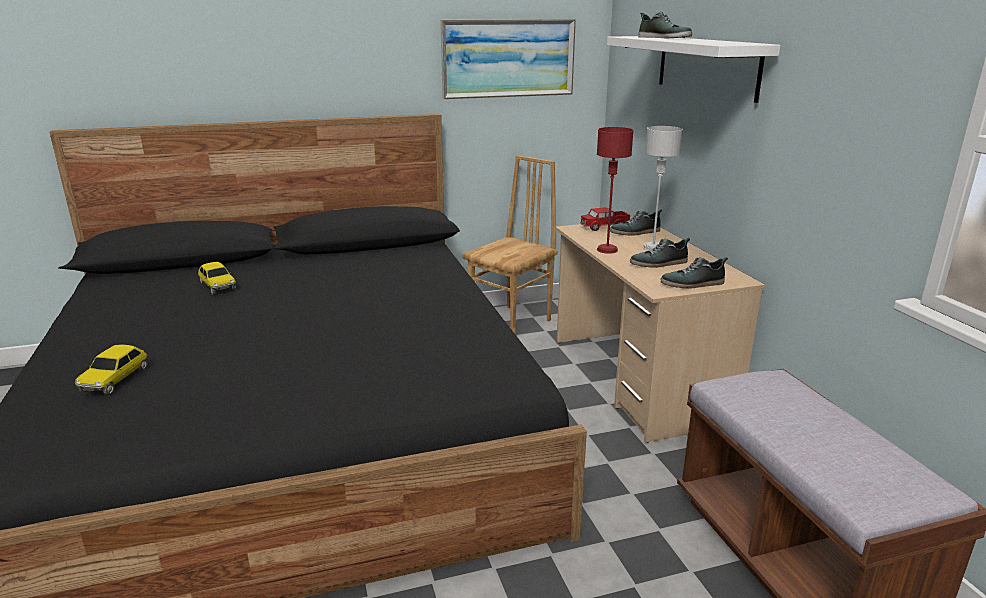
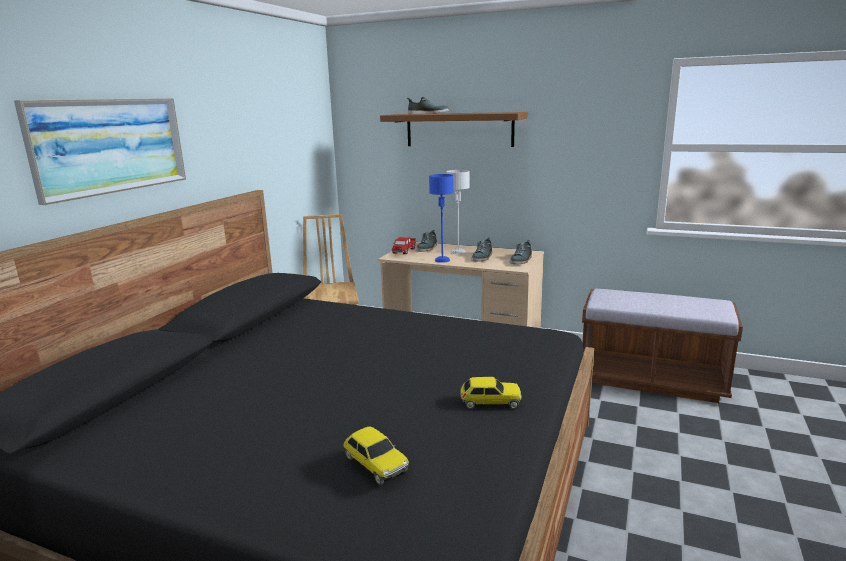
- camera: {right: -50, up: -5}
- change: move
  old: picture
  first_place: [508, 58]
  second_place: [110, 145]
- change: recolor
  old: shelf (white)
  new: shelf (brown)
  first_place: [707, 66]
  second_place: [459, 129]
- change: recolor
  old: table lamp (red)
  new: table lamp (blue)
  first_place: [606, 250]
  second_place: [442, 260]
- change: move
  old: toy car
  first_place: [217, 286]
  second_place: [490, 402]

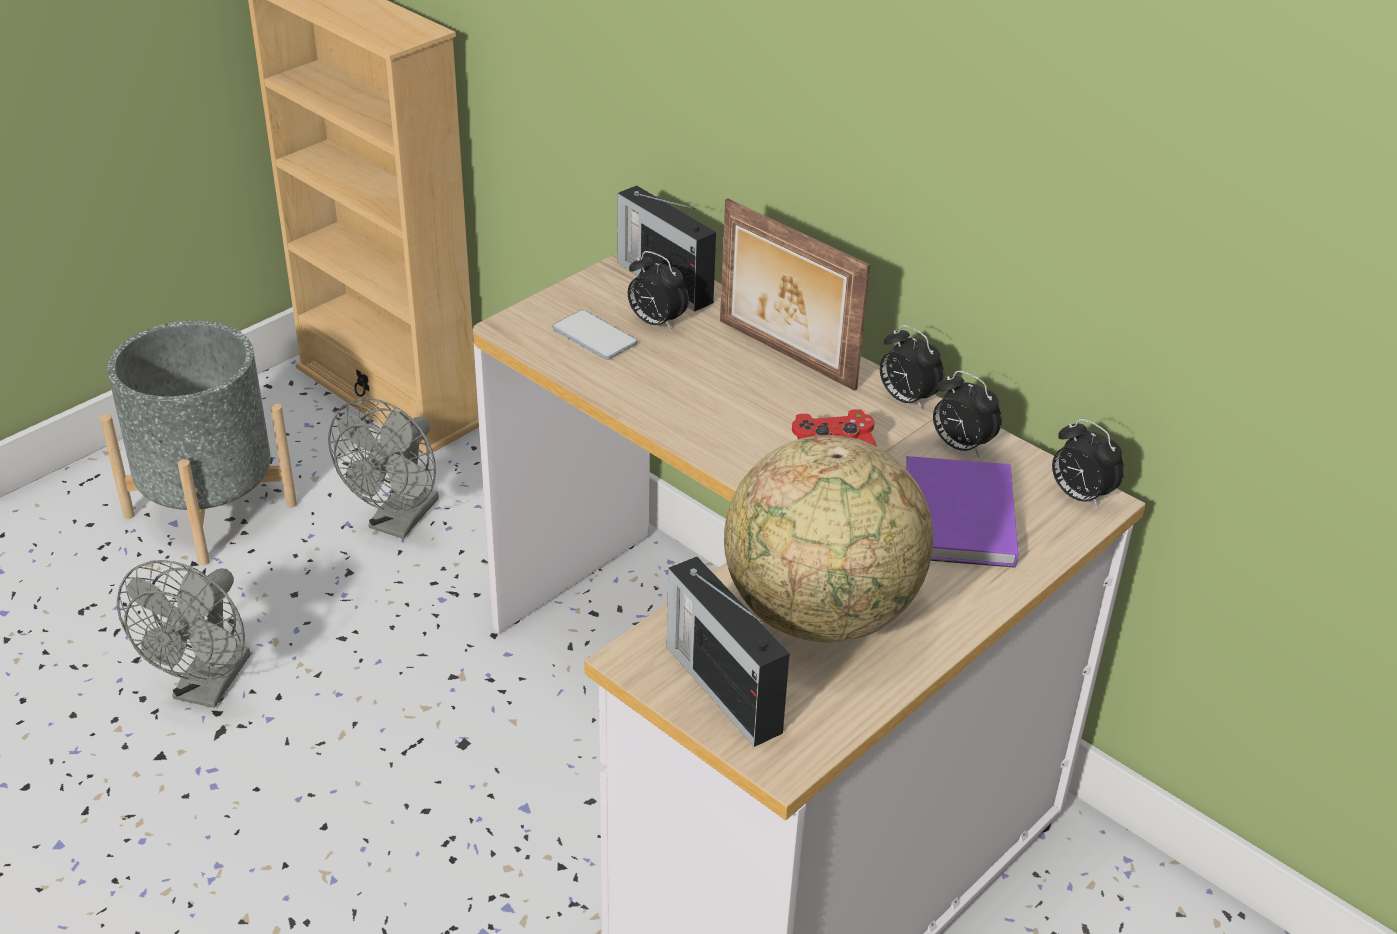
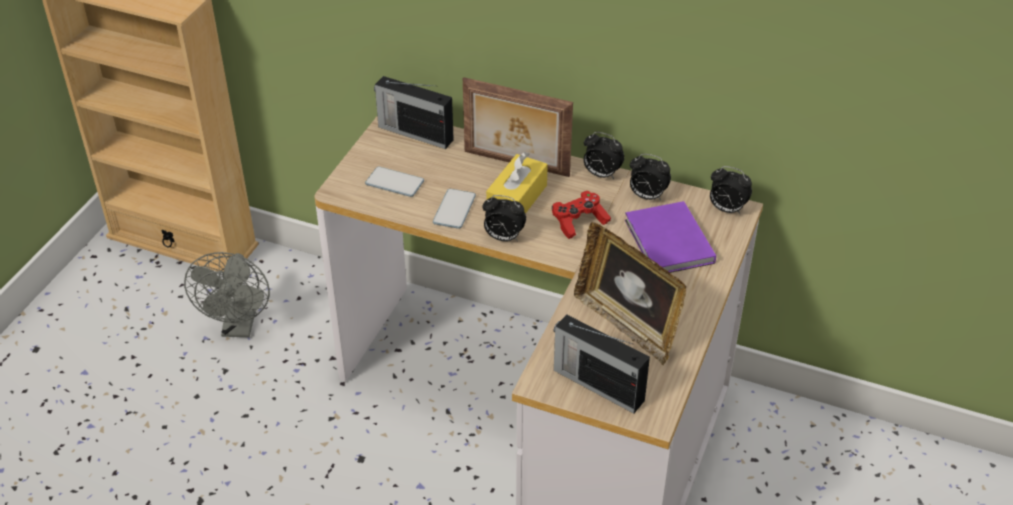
- camera: {right: -20, up: 5}
- change: insert
  new: phone
  second_place: [454, 209]
- change: move
  old: alarm clock
  first_place: [655, 322]
  second_place: [503, 237]
- change: insert
  new: tissue box (yellow)
  second_place: [517, 199]
- change: replace
  old: globe
  new: picture frame
  first_place: [821, 615]
  second_place: [627, 324]
- change: delete
  old: planter (grey)
  first_place: [210, 510]
- change: delete
  old: fan (grey)
  first_place: [207, 688]

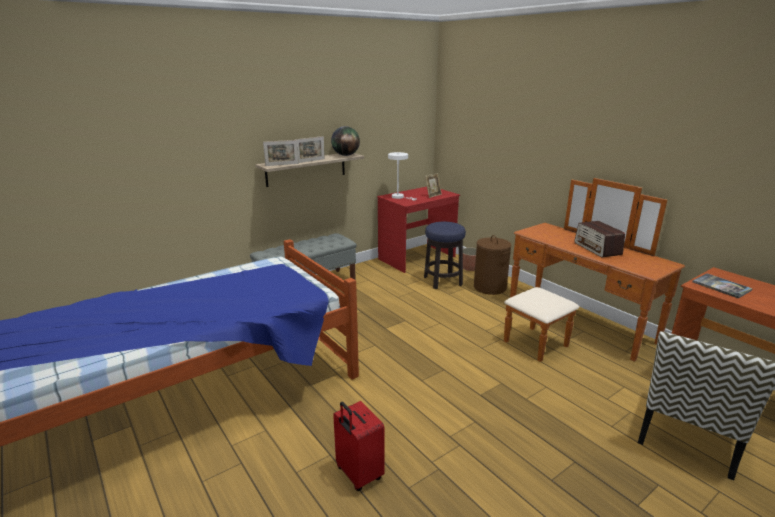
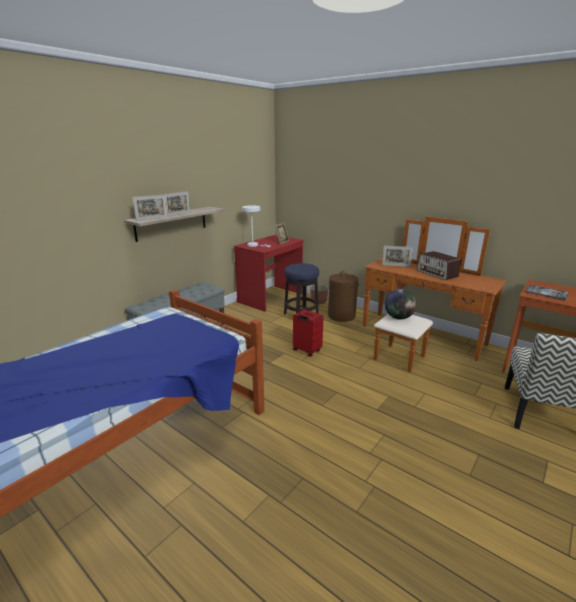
- camera: {right: -15, up: 0}
- change: move
  old: suitcase (red)
  first_place: [358, 474]
  second_place: [306, 351]
- change: insert
  new: picture frame
  second_place: [396, 266]
- change: move
  old: globe
  first_place: [346, 155]
  second_place: [398, 318]

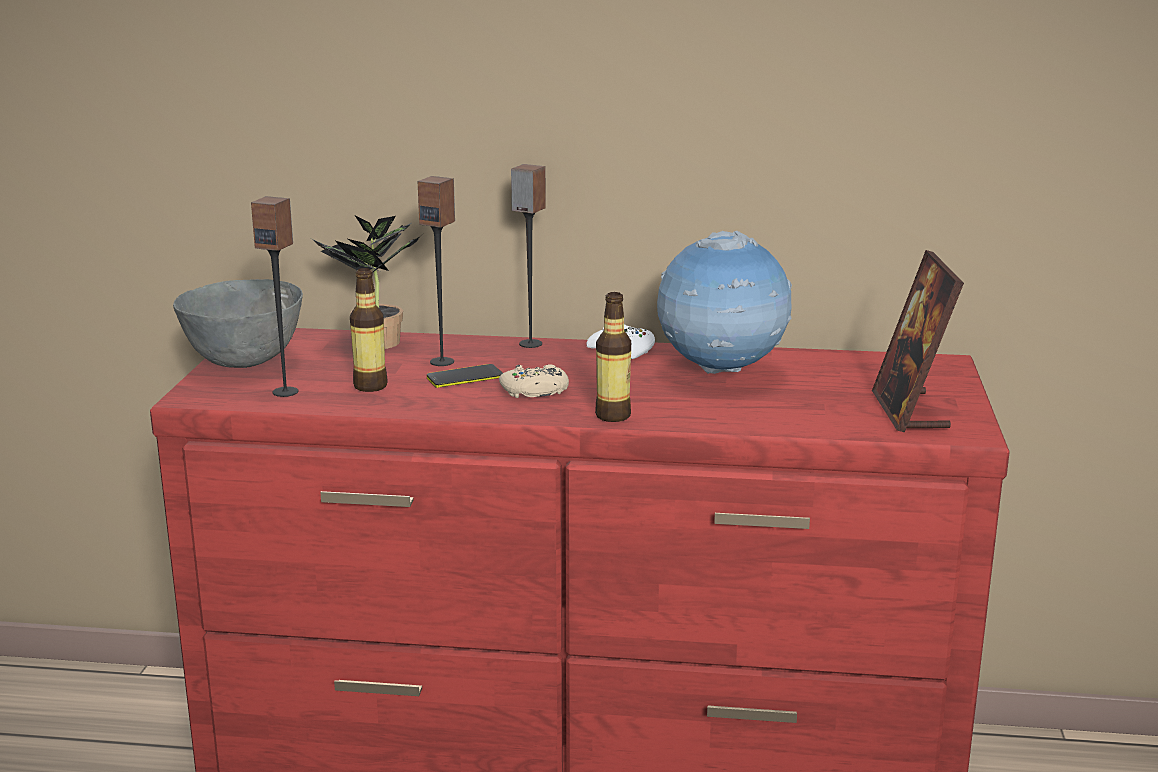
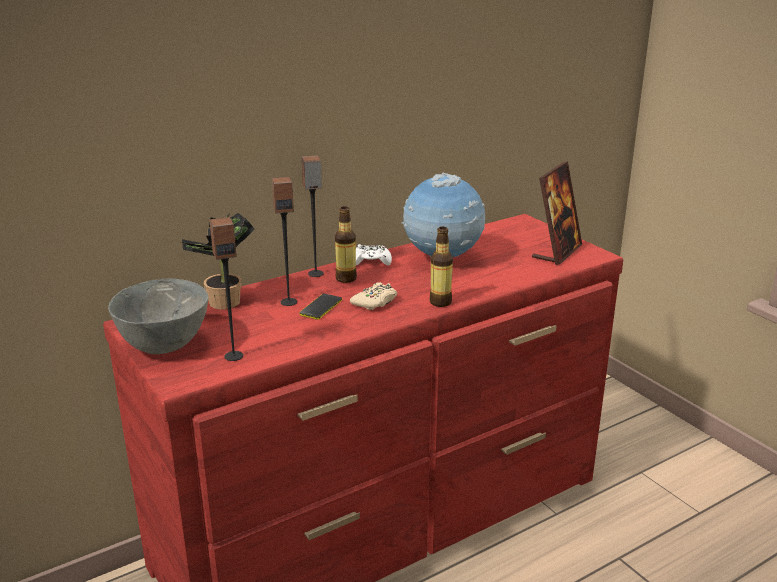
- camera: {right: -40, up: 5}
- change: move
  old: bottle
  first_place: [370, 386]
  second_place: [346, 278]
- change: rotate
  old: picture frame
  first_place: [910, 411]
  second_place: [557, 252]
  degrees: -105

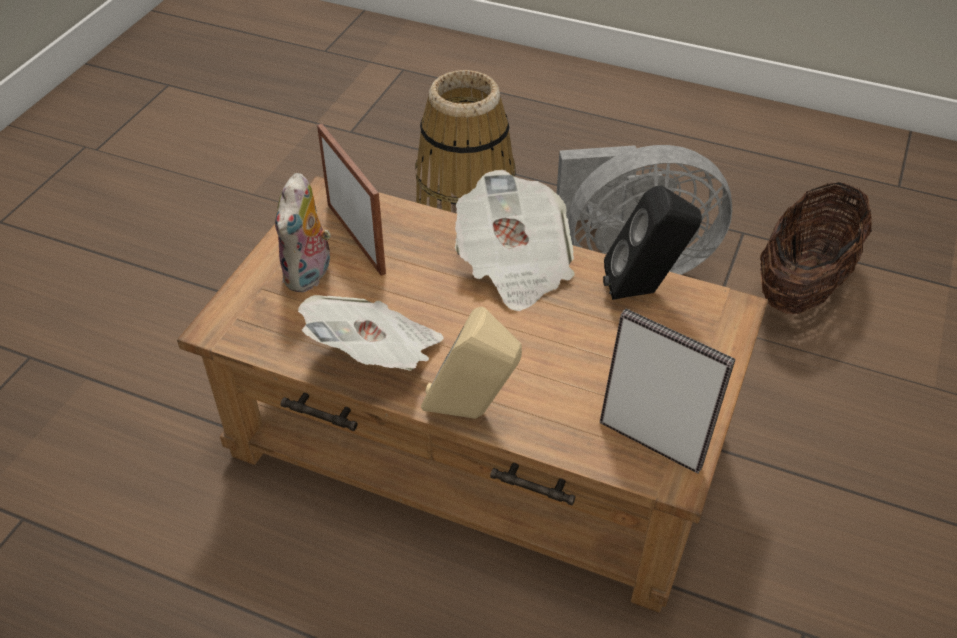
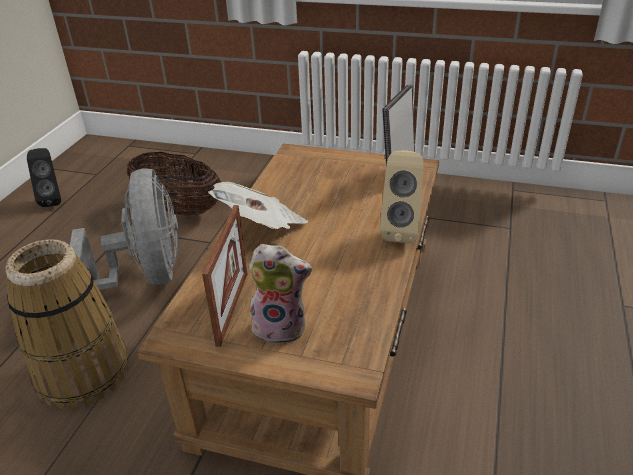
- camera: {right: -95, up: -10}
- change: move
  old: speaker (black)
  first_place: [644, 291]
  second_place: [54, 199]
- change: rotate
  old: picture frame
  first_place: [355, 238]
  second_place: [232, 307]
  degrees: 135
- change: delete
  old: newspaper
  first_place: [376, 355]

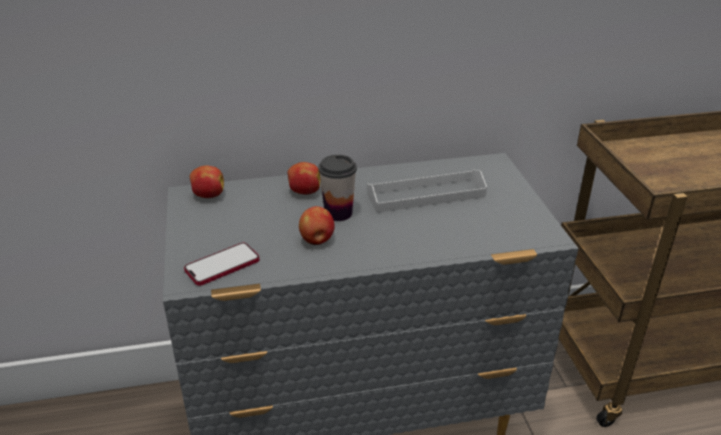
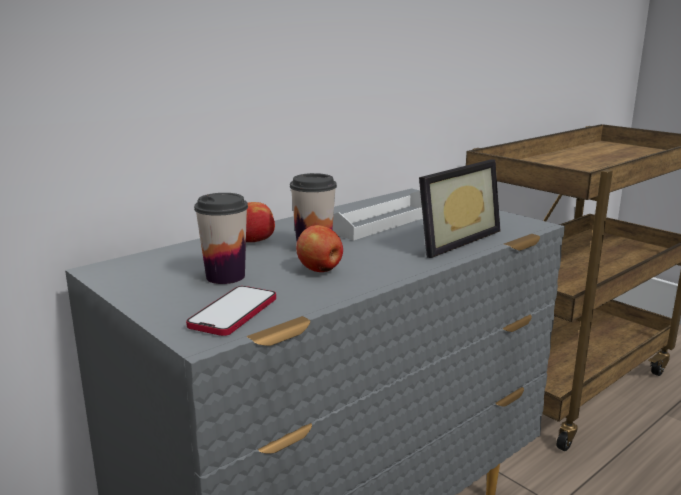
- camera: {right: -30, up: -15}
- change: insert
  new: cup
  second_place: [225, 276]
- change: insert
  new: picture frame
  second_place: [450, 239]
- change: delete
  old: apple
  first_place: [208, 195]

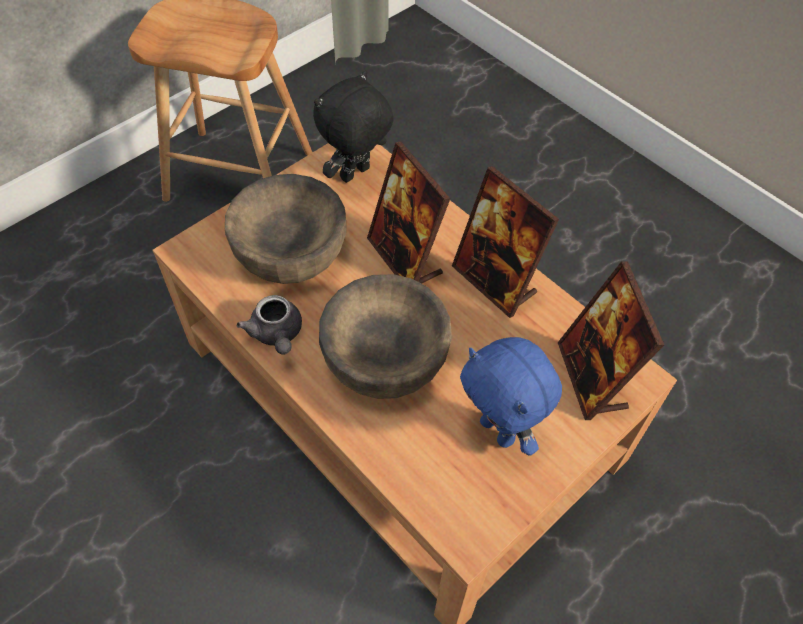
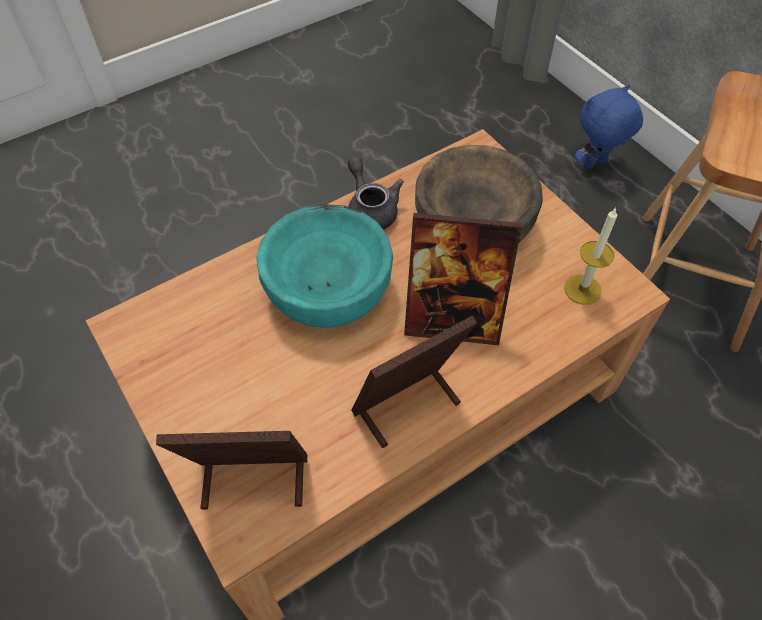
- camera: {right: 100, up: 0}
- change: recolor
  old: bowl (brown)
  new: bowl (turquoise)
  first_place: [385, 356]
  second_place: [327, 288]
- change: rotate
  old: teapot (grey)
  first_place: [277, 334]
  second_place: [371, 209]
  degrees: 75
- change: rotate
  old: picture frame
  first_place: [405, 258]
  second_place: [452, 321]
  degrees: -150
- change: replace
  old: plush toy (black)
  new: candle
  first_place: [356, 175]
  second_place: [582, 289]
- change: move
  old: plush toy (blue)
  first_place: [499, 430]
  second_place: [595, 164]

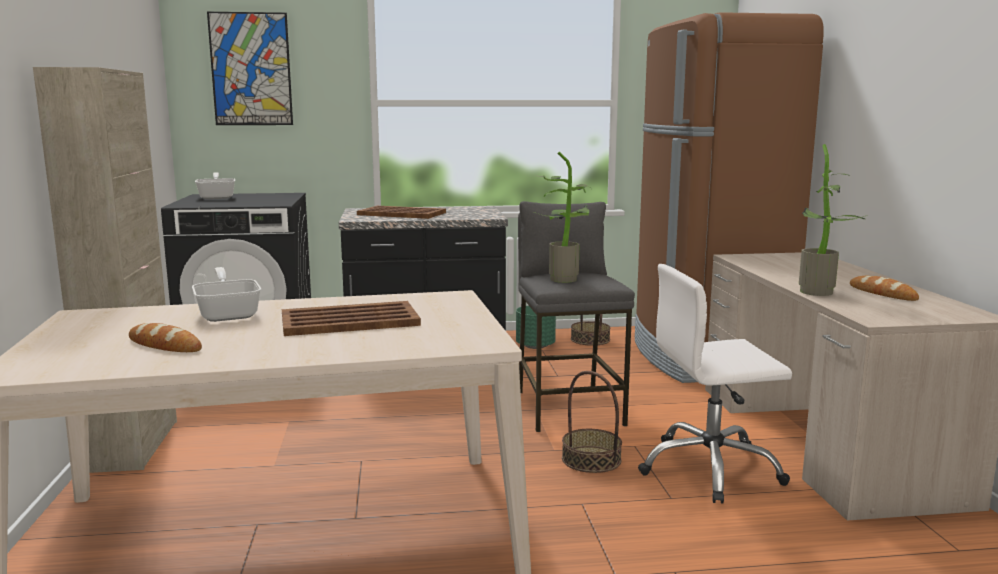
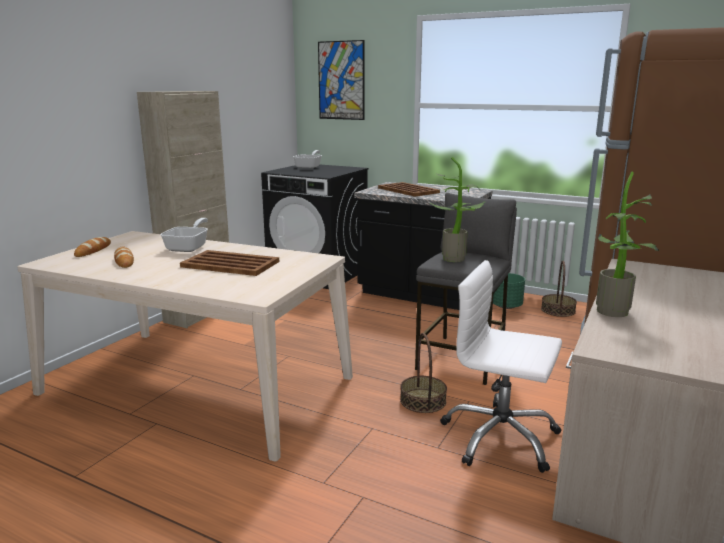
- camera: {right: 35, up: 5}
- change: move
  old: bread
  first_place: [882, 293]
  second_place: [93, 250]

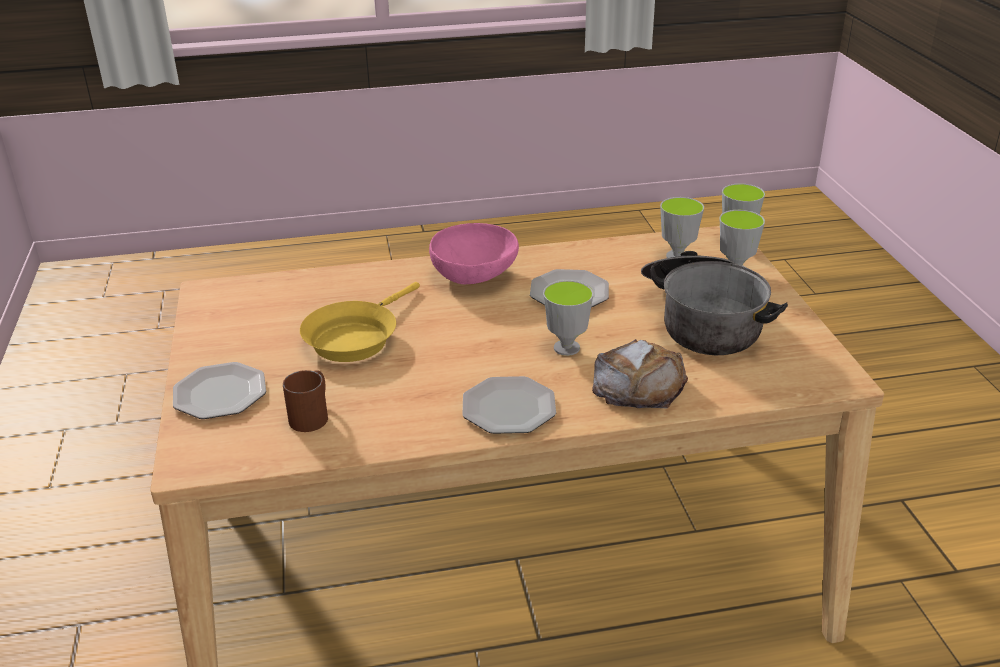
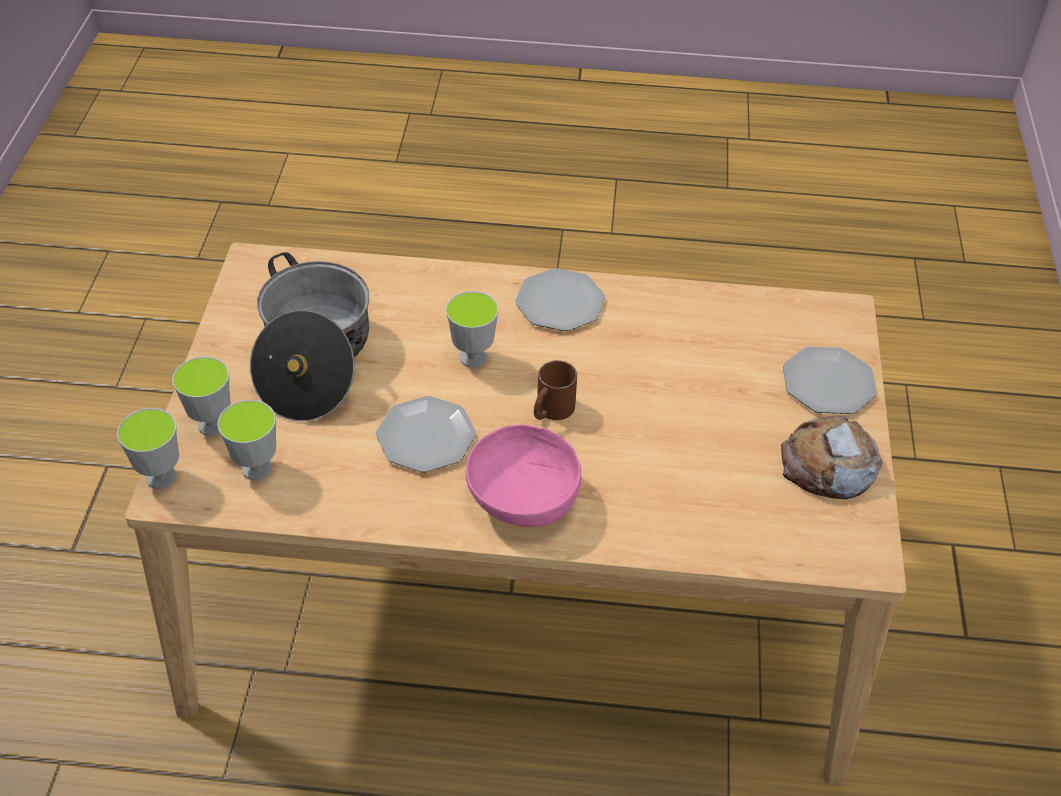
- camera: {right: -165, up: 15}
- change: move
  old: mug (brown)
  first_place: [312, 414]
  second_place: [551, 410]
- change: move
  old: bread
  first_place: [638, 385]
  second_place: [829, 464]
- change: delete
  old: frying pan (yellow)
  first_place: [355, 337]

